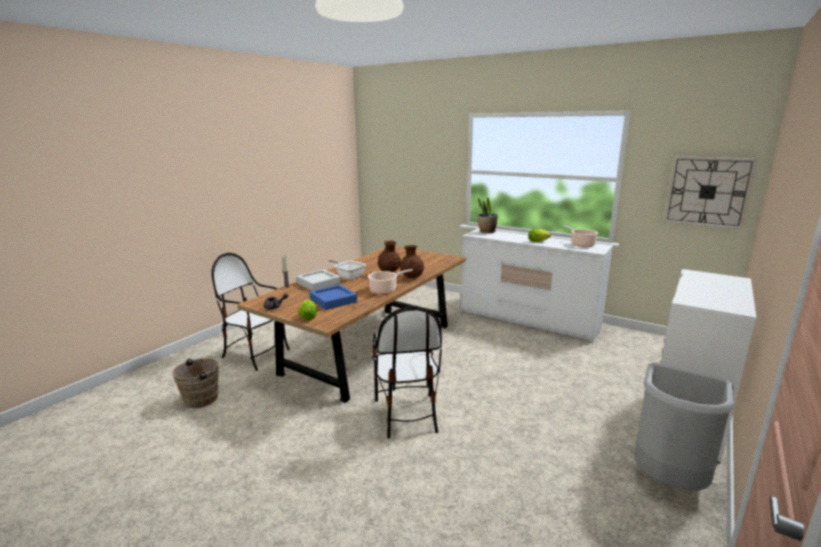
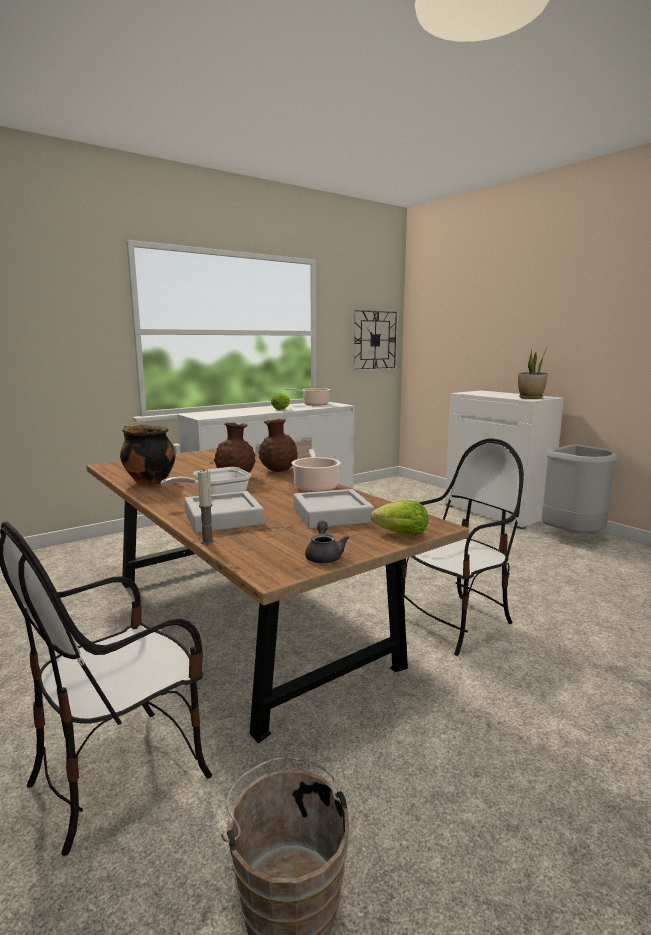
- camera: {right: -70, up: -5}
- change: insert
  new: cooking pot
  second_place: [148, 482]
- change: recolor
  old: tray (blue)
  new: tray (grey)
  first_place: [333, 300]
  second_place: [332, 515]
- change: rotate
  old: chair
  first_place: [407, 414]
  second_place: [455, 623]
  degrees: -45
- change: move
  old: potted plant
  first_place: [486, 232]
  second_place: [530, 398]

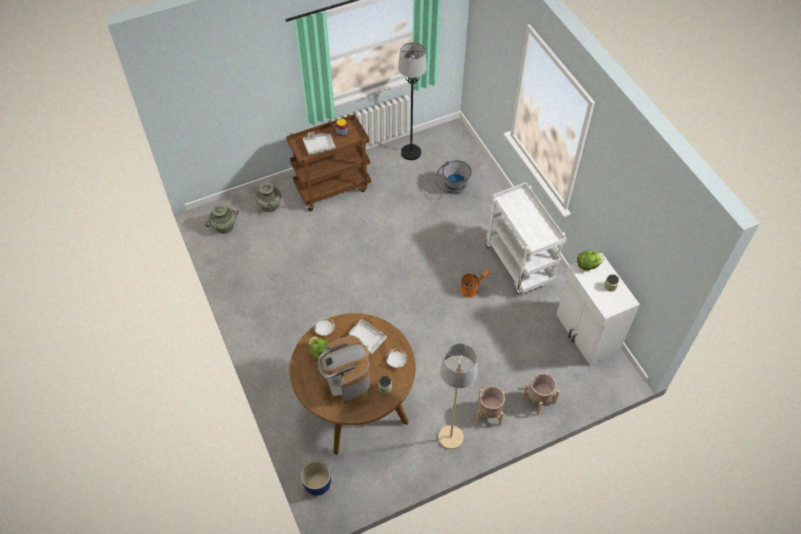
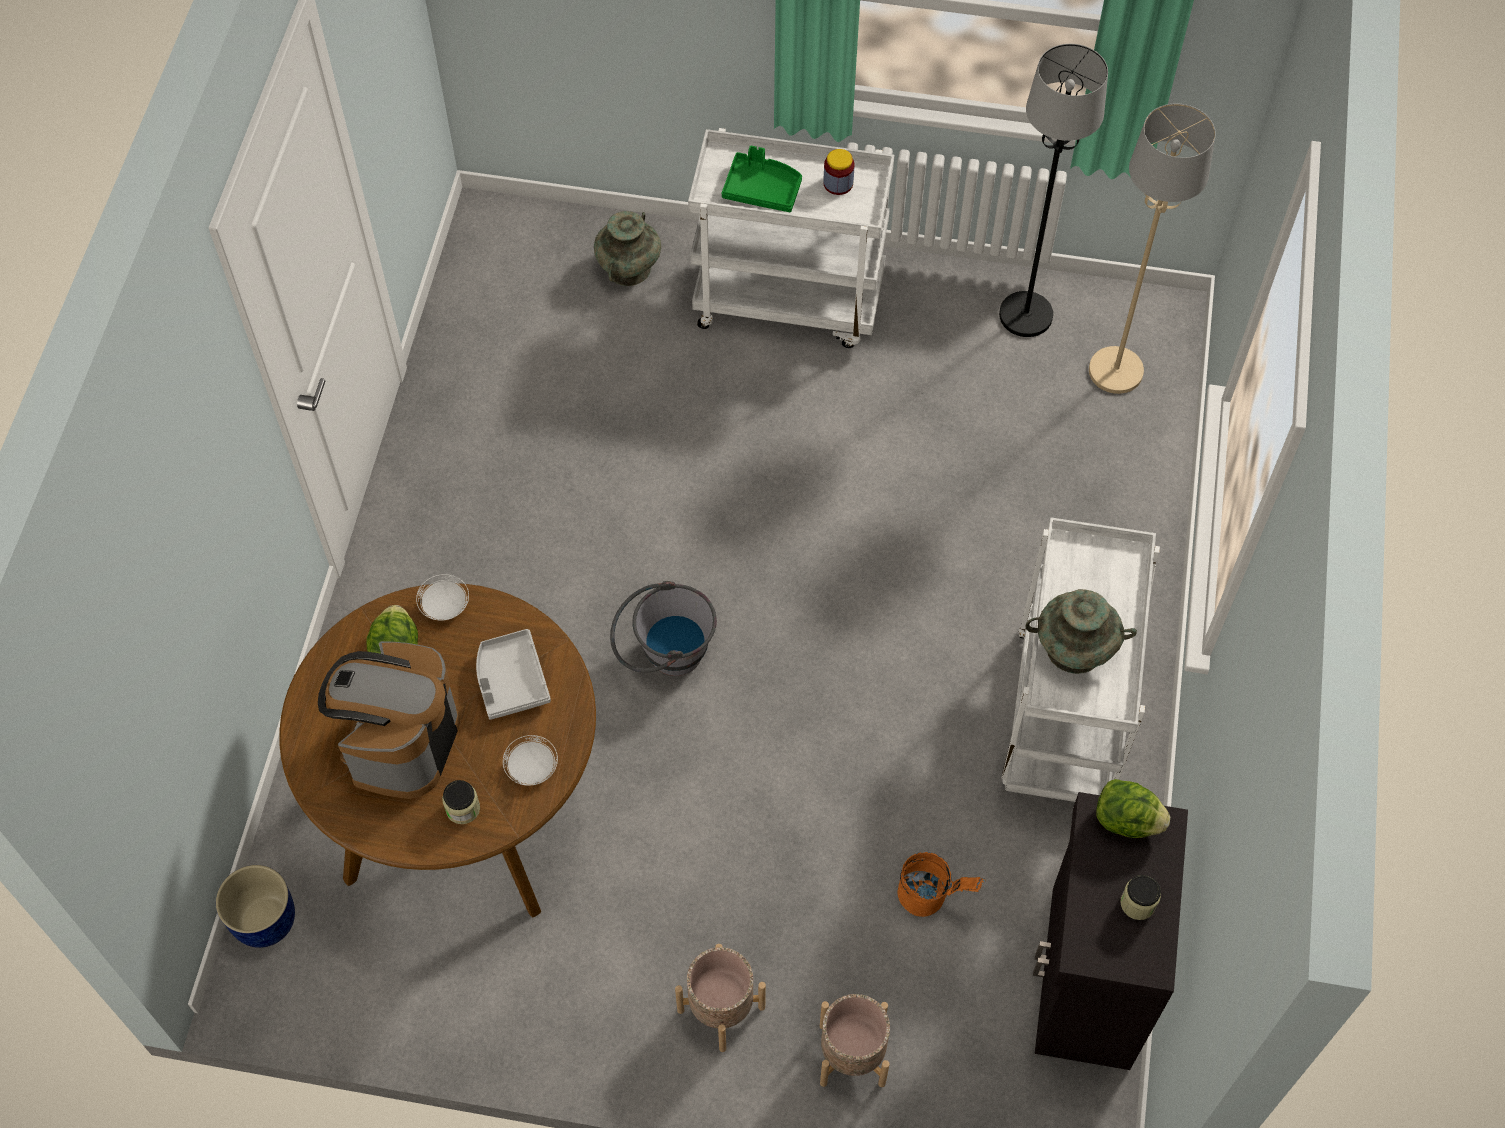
- camera: {right: 35, up: 5}
- change: move
  old: bucket (grey)
  first_place: [452, 189]
  second_place: [664, 654]
- change: recolor
  old: cart (brown)
  new: cart (white)
  first_place: [332, 187]
  second_place: [790, 301]
- change: recolor
  old: tray (grey)
  new: tray (green)
  first_place: [319, 146]
  second_place: [762, 189]
- change: move
  old: bucket (orange)
  first_place: [472, 290]
  second_place: [931, 897]
- change: move
  old: vase (turquoise)
  first_place: [224, 226]
  second_place: [1075, 649]
- change: recolor
  old: cabinet (white)
  new: cabinet (black)
  first_place: [586, 334]
  second_place: [1087, 978]
- change: move
  old: floor lamp (beige)
  first_place: [451, 437]
  second_place: [1116, 372]

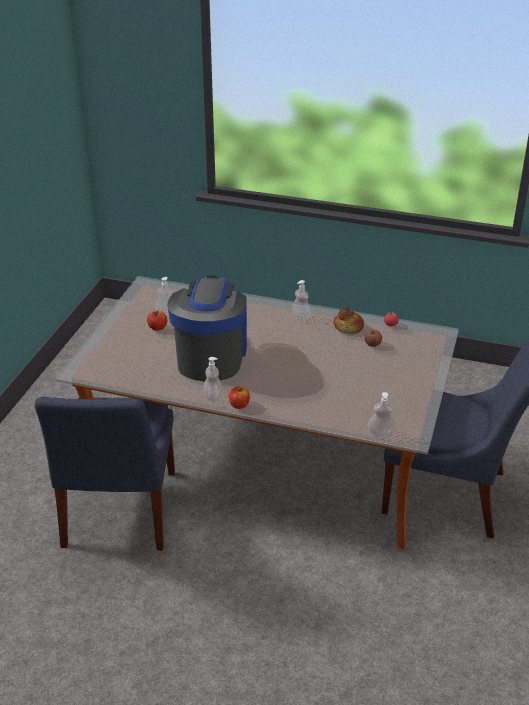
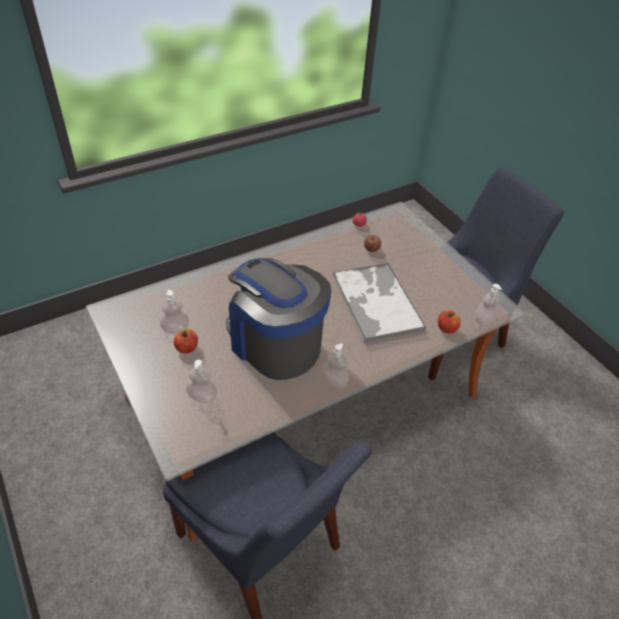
- camera: {right: -50, up: 10}
- change: move
  old: soap dispenser
  first_place: [301, 317]
  second_place: [202, 397]
- change: insert
  new: tray
  second_place: [376, 301]
- change: move
  old: apple
  first_place: [239, 405]
  second_place: [446, 328]
- change: delete
  old: bread
  first_place: [348, 327]

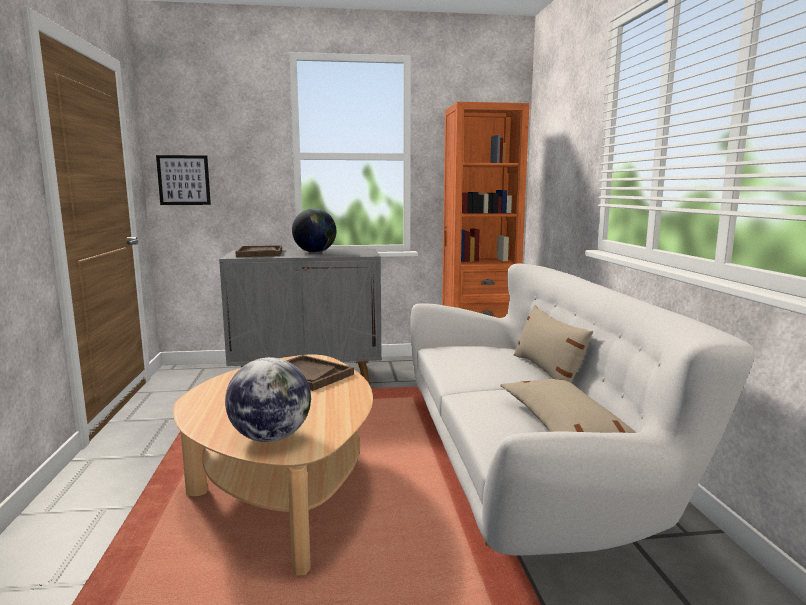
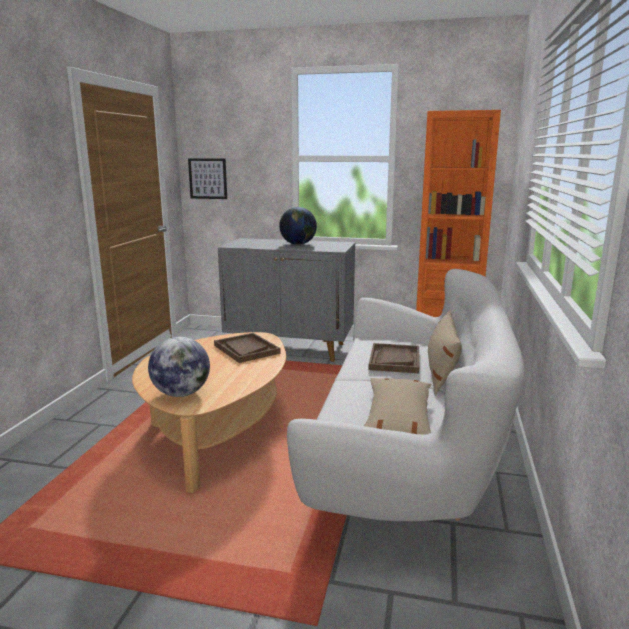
- camera: {right: 20, up: 5}
- change: move
  old: tray (brown)
  first_place: [260, 253]
  second_place: [394, 360]

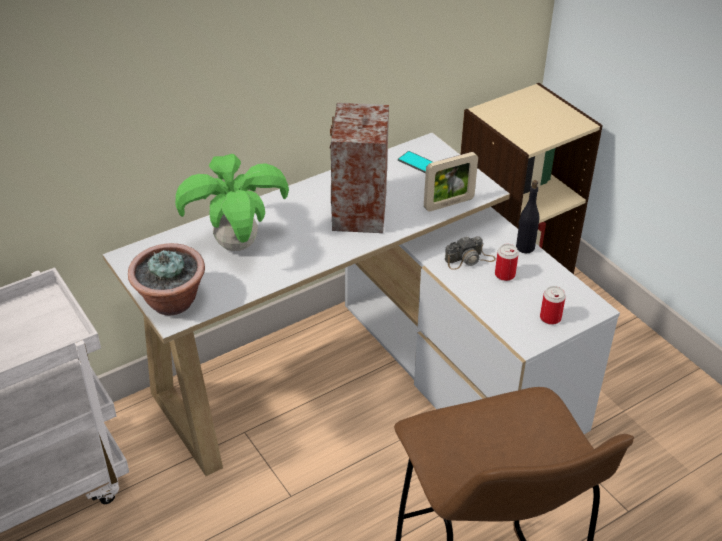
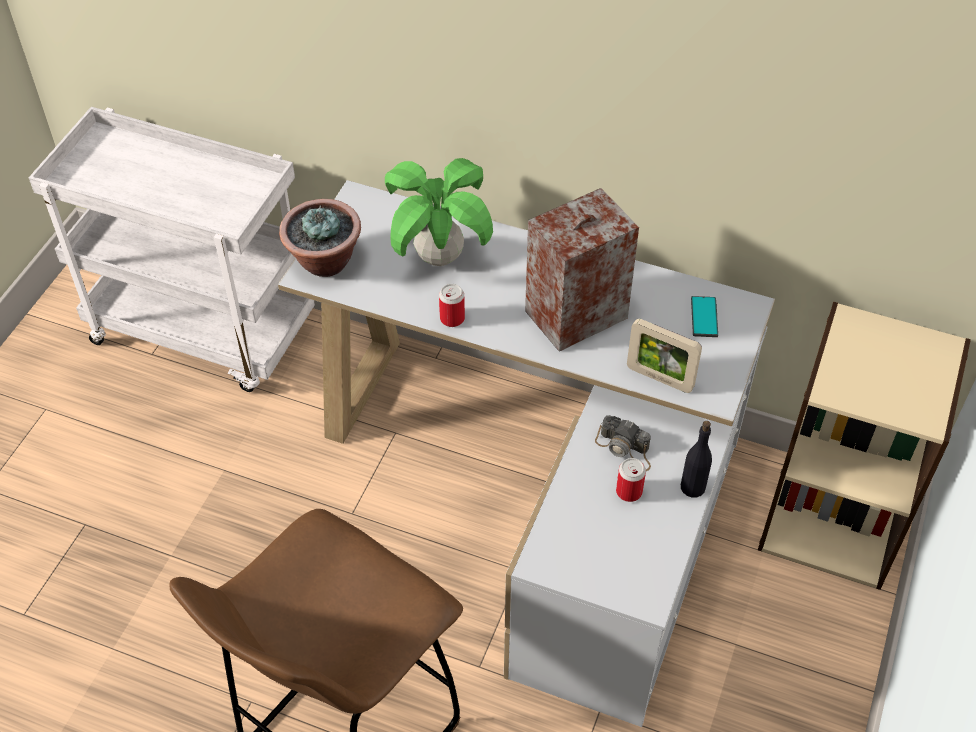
- camera: {right: 55, up: 10}
- change: move
  old: can
  first_place: [550, 318]
  second_place: [452, 318]

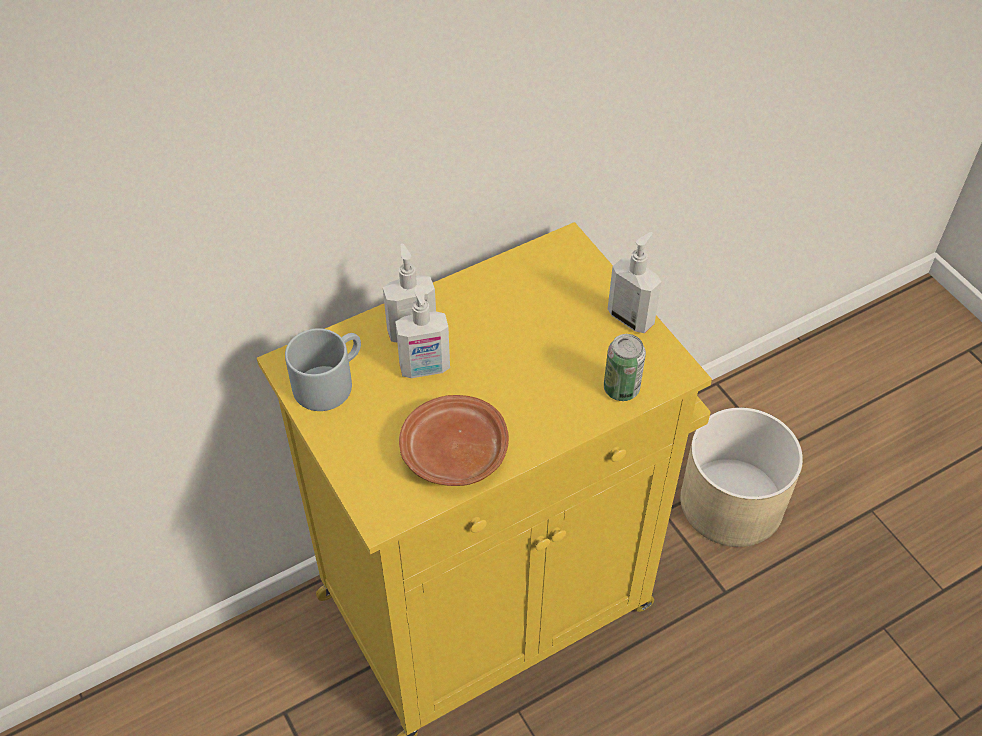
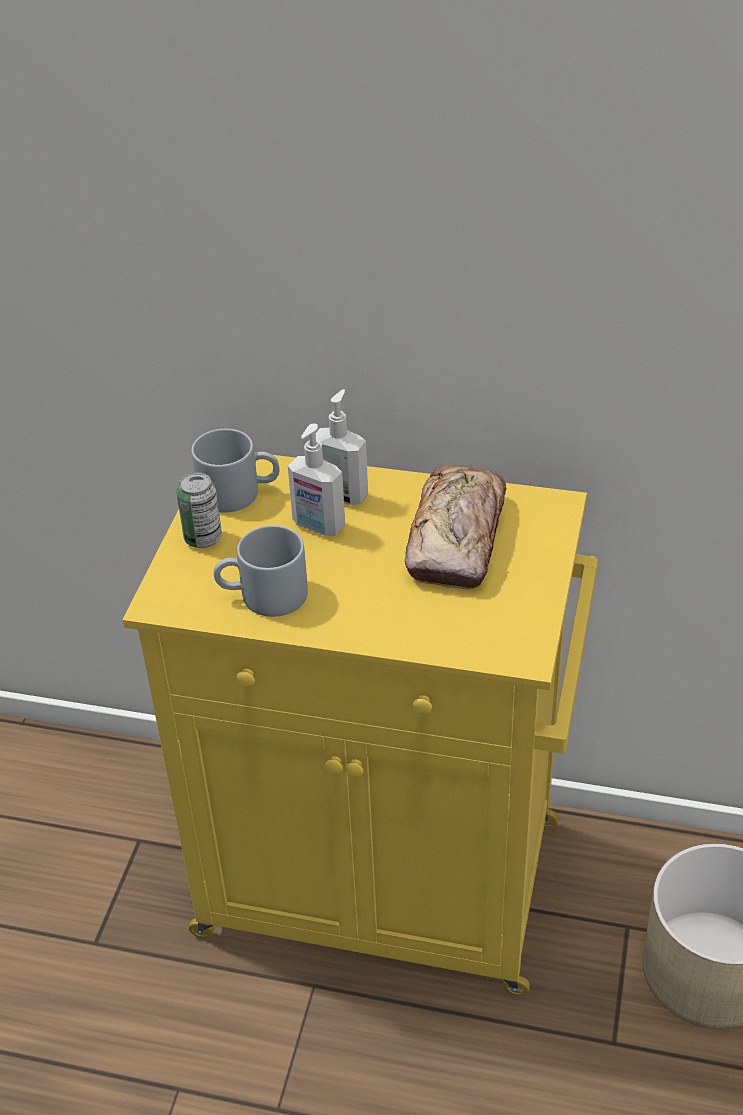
- camera: {right: 45, up: -10}
- change: move
  old: can
  first_place: [621, 389]
  second_place: [203, 538]
- change: replace
  old: plate (brown)
  new: mug (grey)
  first_place: [453, 453]
  second_place: [263, 596]
- change: insert
  new: bread
  second_place: [457, 539]
- change: delete
  old: soap dispenser
  first_place: [631, 318]

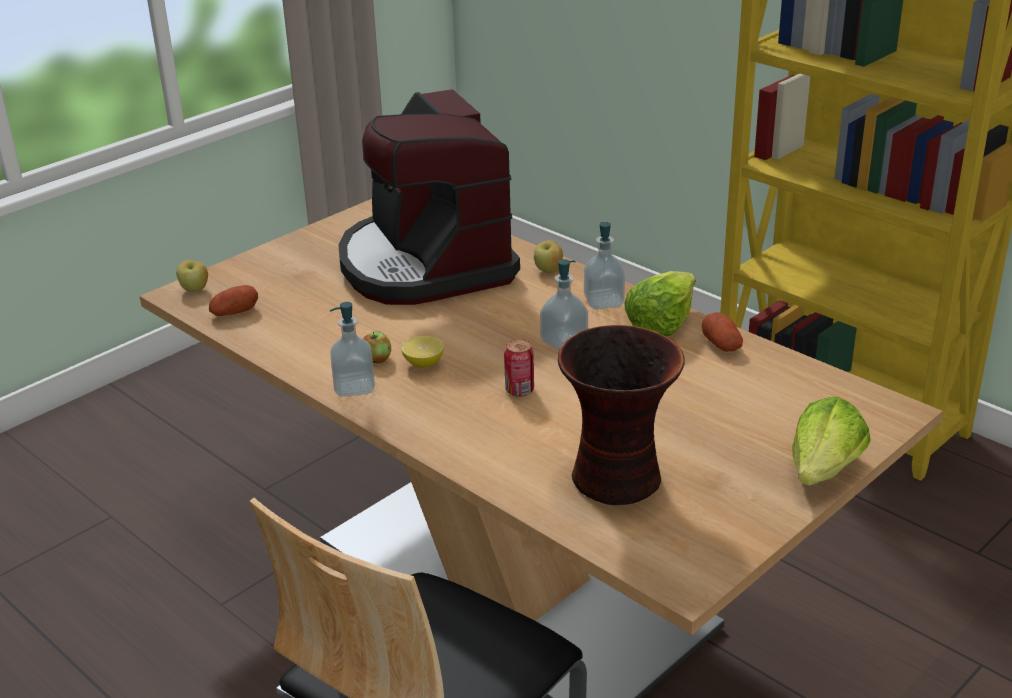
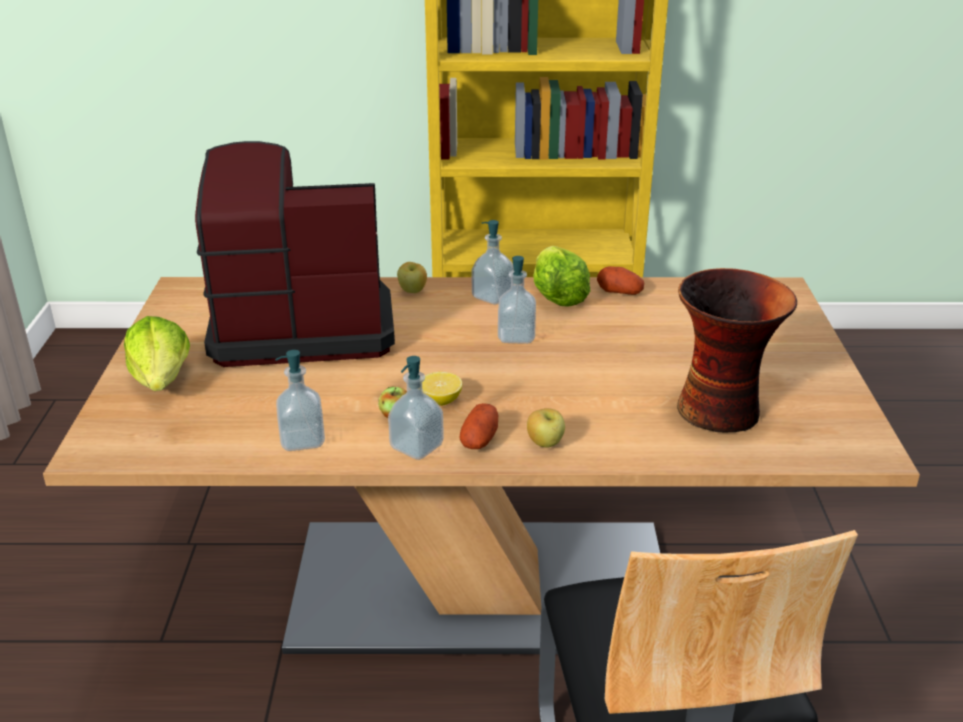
- camera: {right: -45, up: 0}
- change: move
  old: lettuce
  first_place: [824, 470]
  second_place: [162, 379]
- change: rotate
  old: coffee machine
  first_place: [425, 264]
  second_place: [301, 326]
  degrees: 150
- change: insert
  new: soap dispenser
  second_place: [302, 440]
- change: move
  old: potato
  first_place: [235, 312]
  second_place: [479, 439]
- change: move
  old: apple
  first_place: [195, 289]
  second_place: [545, 443]
- change: delete
  old: can
  first_place: [519, 390]

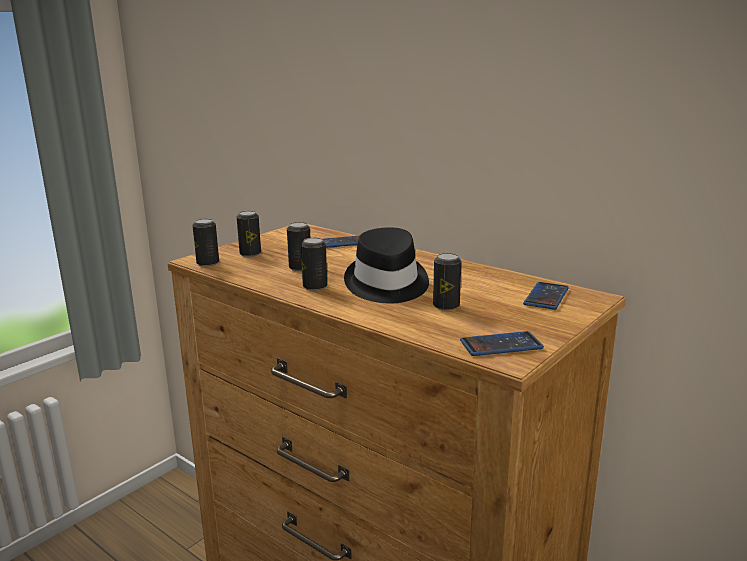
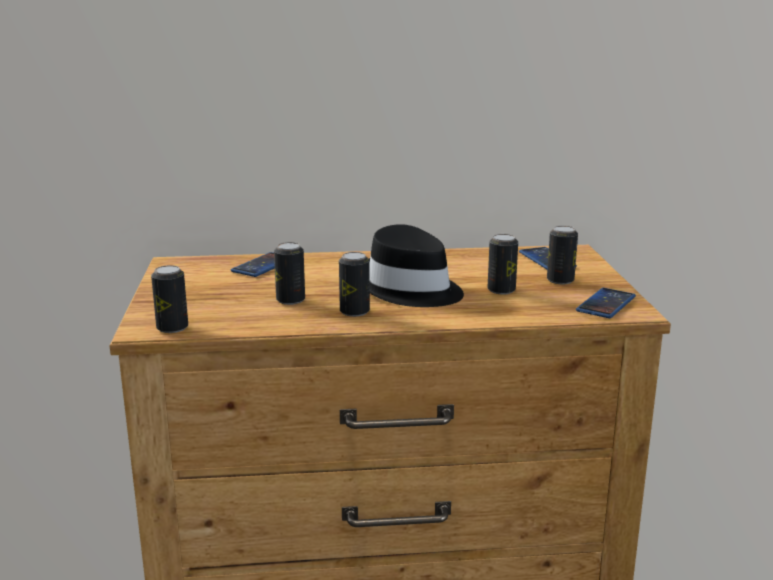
- camera: {right: -45, up: 0}
- change: move
  old: can
  first_place: [250, 254]
  second_place: [560, 280]

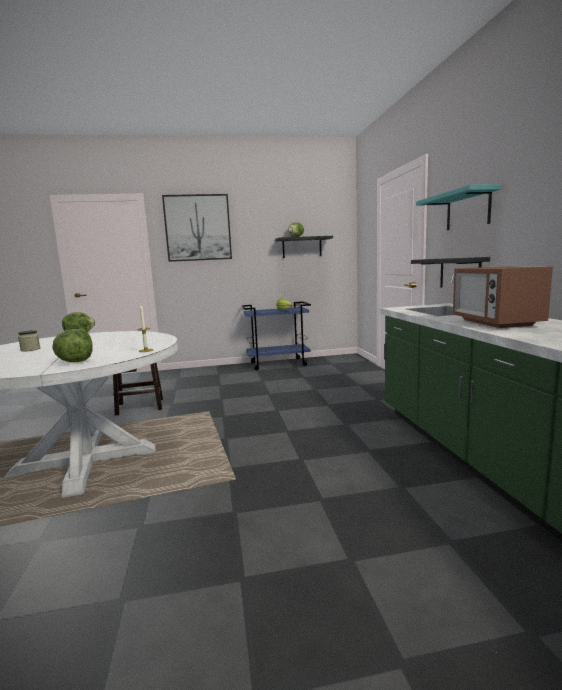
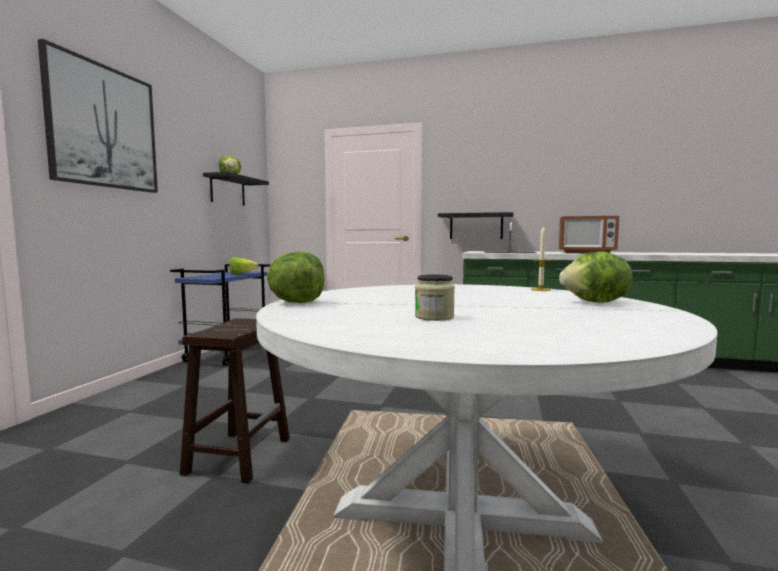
- camera: {right: -65, up: -5}
- change: delete
  old: shelf (turquoise)
  first_place: [468, 210]

